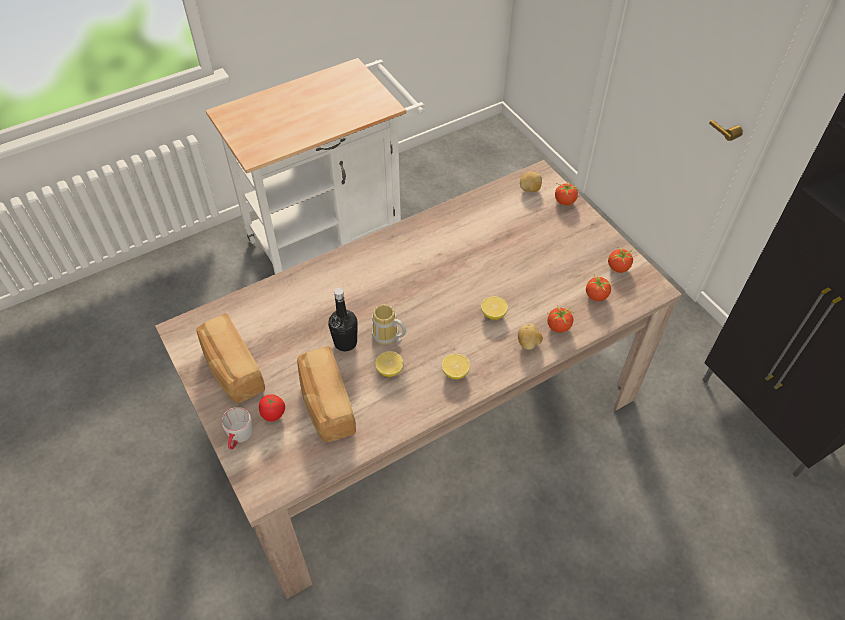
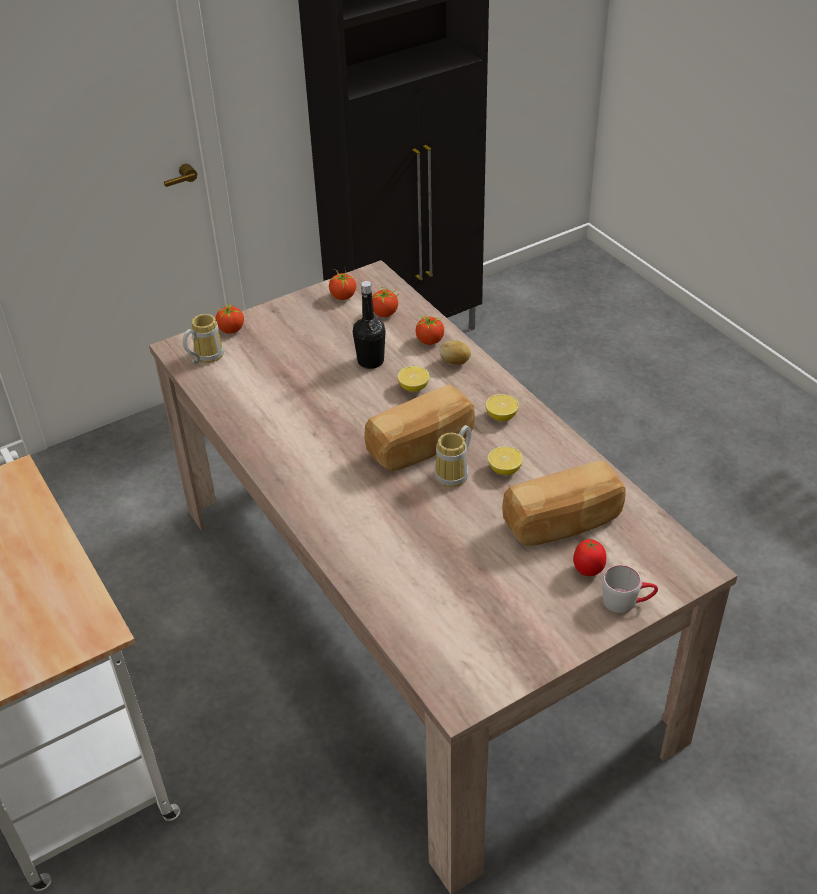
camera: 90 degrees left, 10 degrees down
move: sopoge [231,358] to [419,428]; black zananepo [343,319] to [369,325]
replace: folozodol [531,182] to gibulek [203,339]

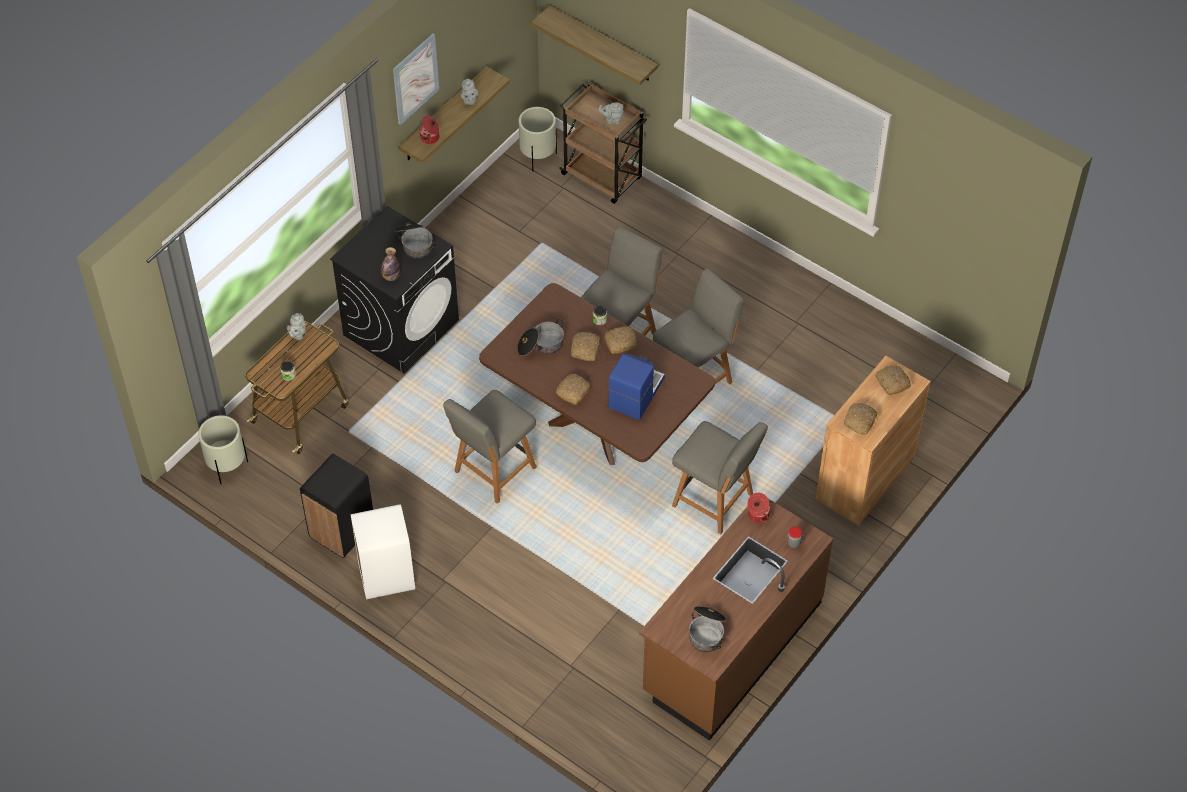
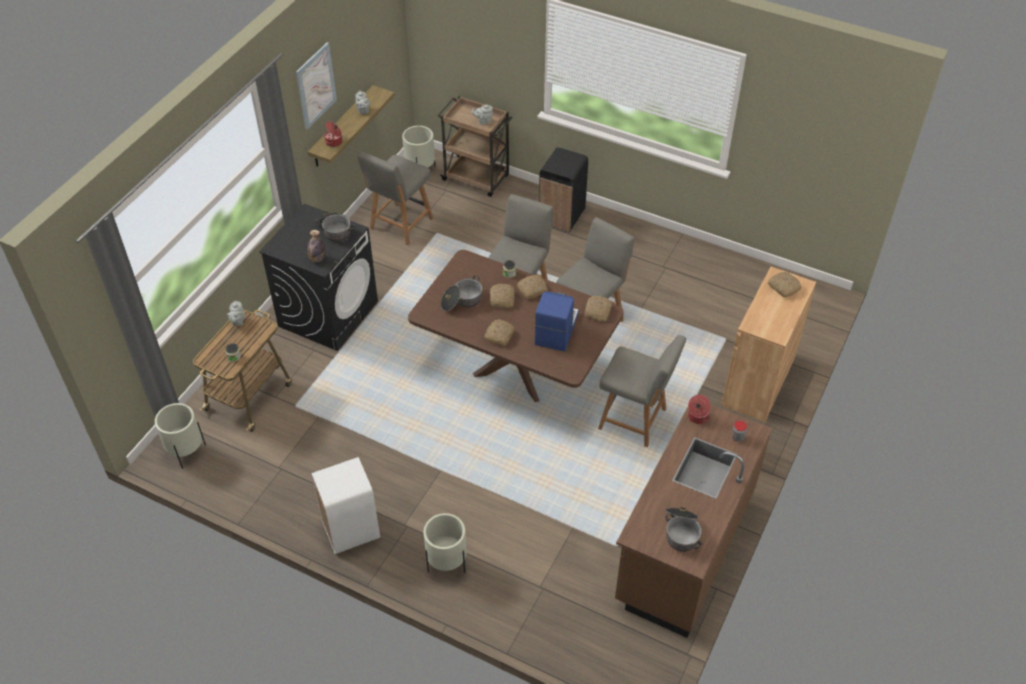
camera: 10 degrees left, 5 degrees down
delete: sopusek [594,45]
insert: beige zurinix [445,543]
move: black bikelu [336,506] to [563,189]; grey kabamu [490,447] to [396,198]; sopoge [860,419] to [598,309]

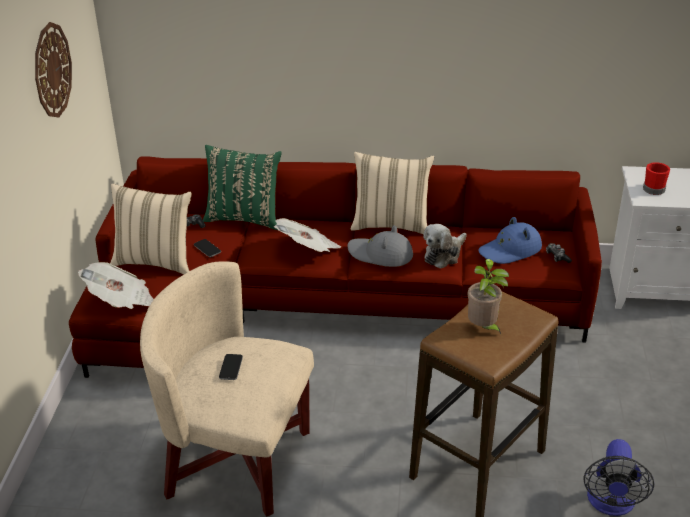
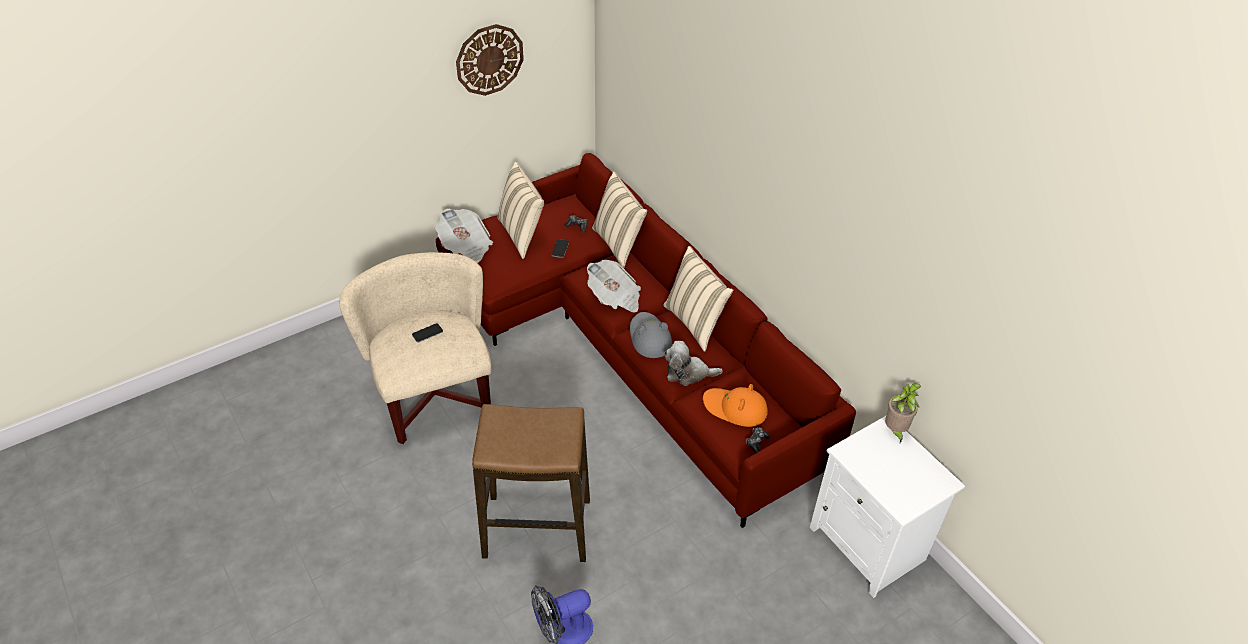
camera: 50 degrees right, 10 degrees up
delete: red gibulek [656,178]
move: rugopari [488,296] to [903,413]
recolor: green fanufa [242,187] to beige fanufa [619,220]; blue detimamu [510,240] to orange detimamu [735,405]

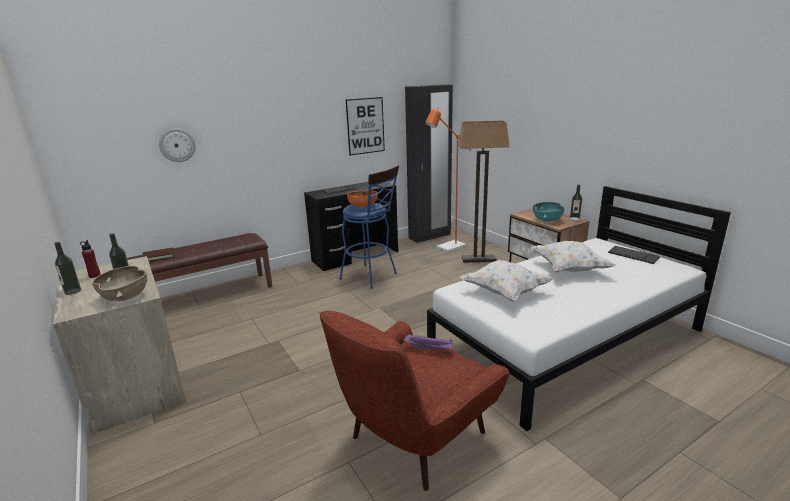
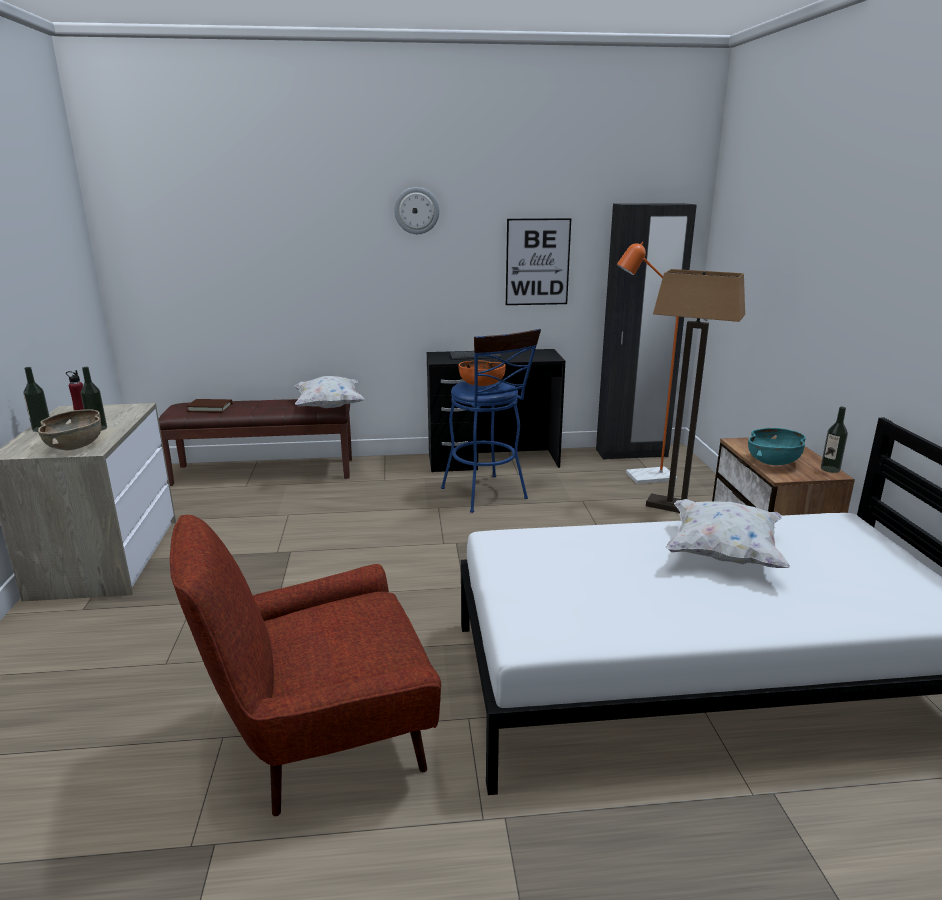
camera: 25 degrees right, 0 degrees up
delete: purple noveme [428,342]; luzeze [634,255]
move: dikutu [177,145] to [416,210]; white fanufa [507,280] to [329,392]

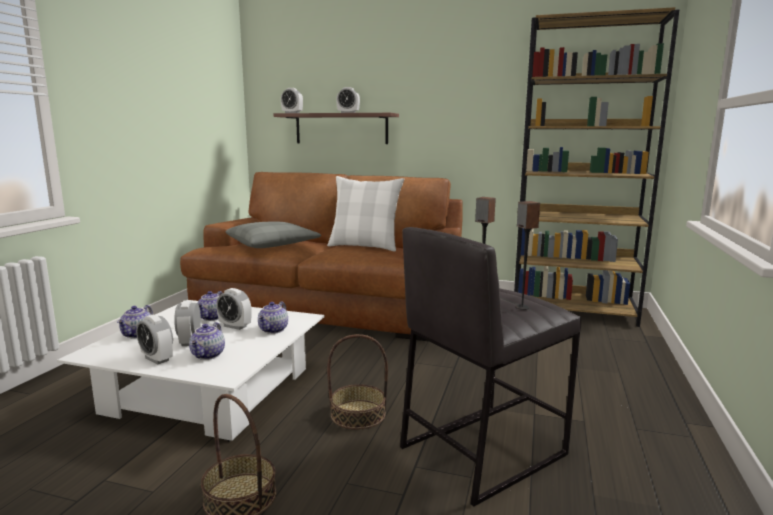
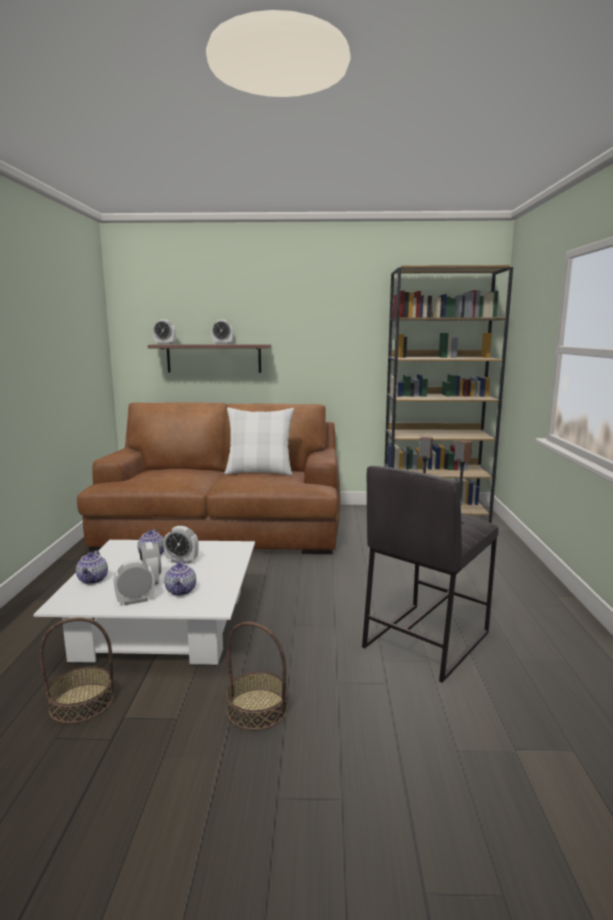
camera: 15 degrees left, 0 degrees up
delete: grey fanufa [273,234]; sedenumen [273,317]
move: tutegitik [357,382] to [77,670]
rotate: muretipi [154,339] = [134,582] 135 degrees clockwise

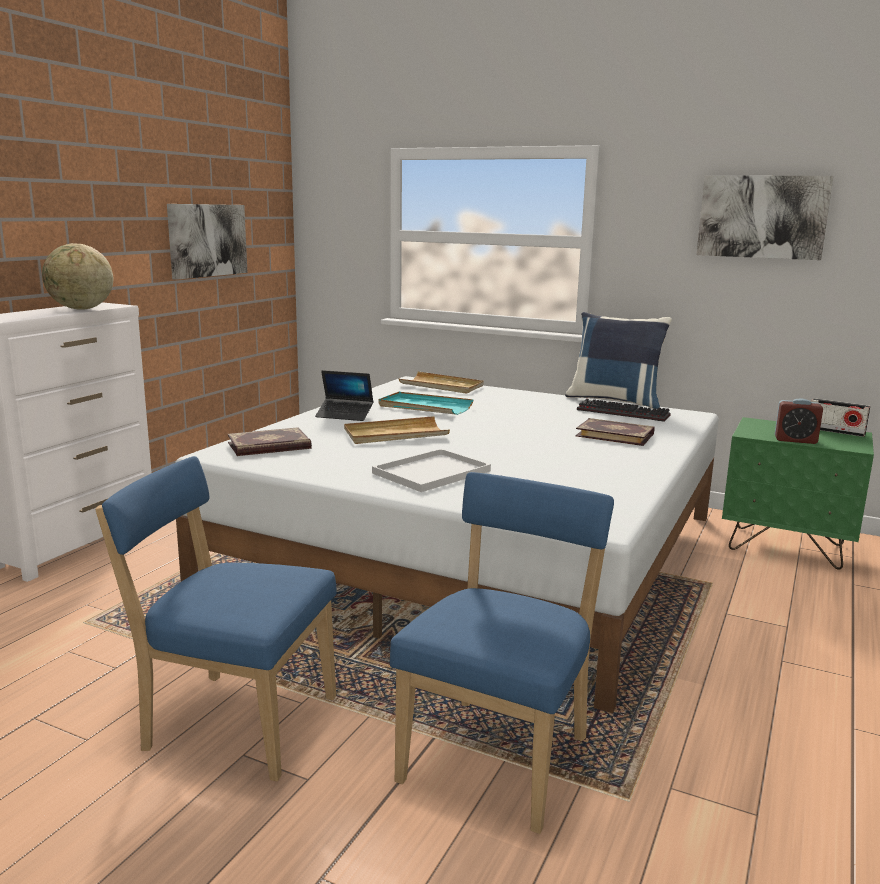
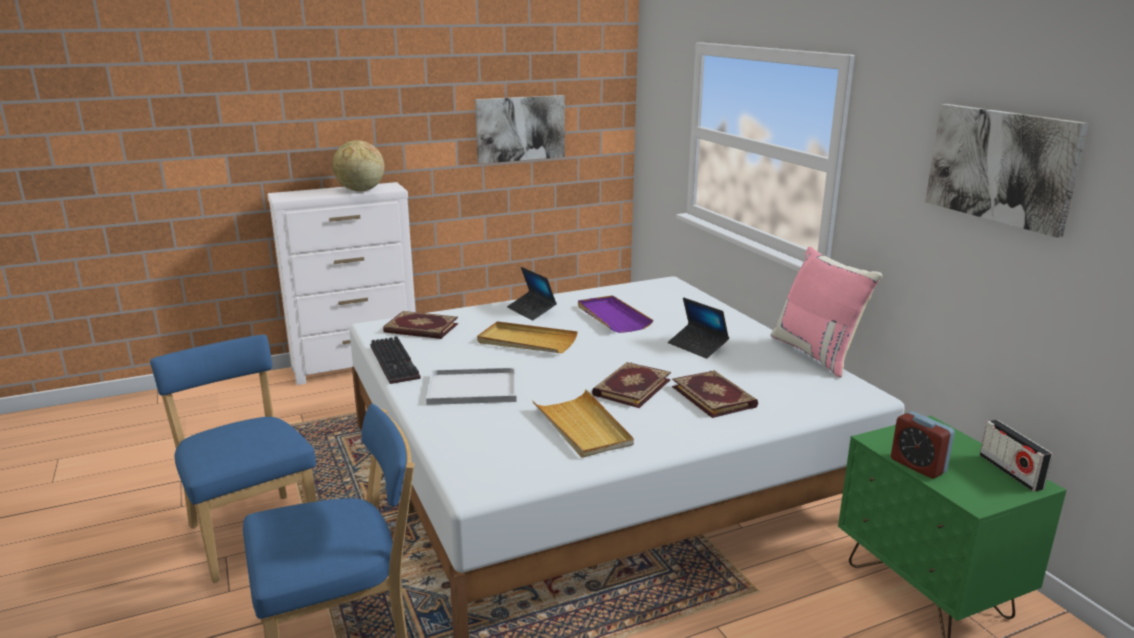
camera: 40 degrees right, 5 degrees up
insert: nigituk [631,385]; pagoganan [698,328]
move: beige noveme [441,383] to [583,423]; luzeze [624,410] to [395,360]
recolor: turquoise noveme [426,403] to purple noveme [615,314]; blue fanufa [618,360] to pink fanufa [826,311]

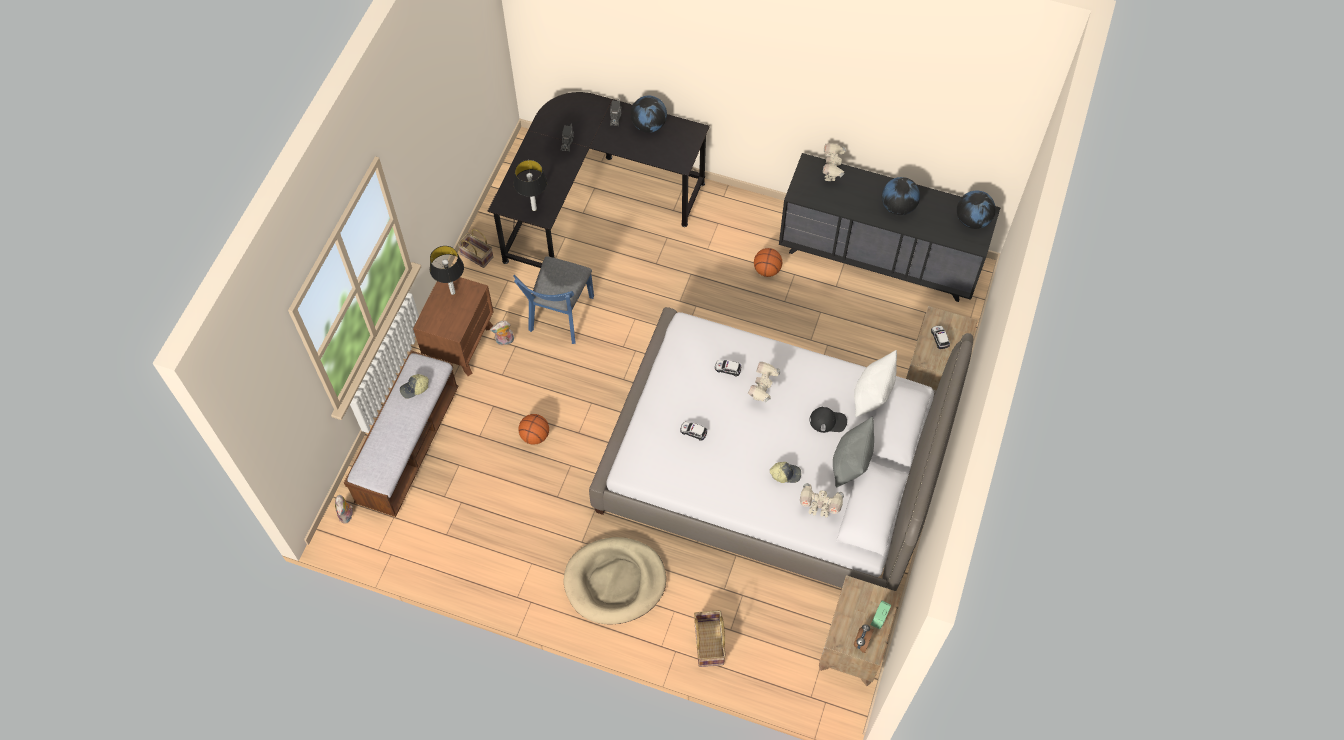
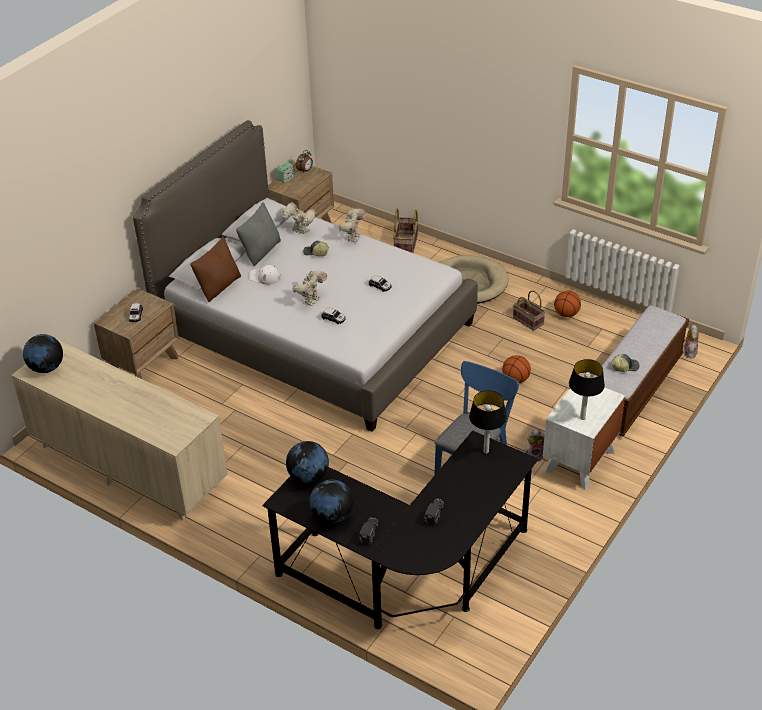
camera: 165 degrees left, 20 degrees down
move: tutegitik [475,248] to [529,310]; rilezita [768,262] to [567,304]; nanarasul [834,162] to [352,225]; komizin [901,196] to [307,462]
recolor: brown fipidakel [453,326] to white fipidakel [584,439]; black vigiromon [889,227] to beige vigiromon [119,430]; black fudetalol [828,420] to white fudetalol [265,275]; white fanufa [875,383] to brown fanufa [215,269]

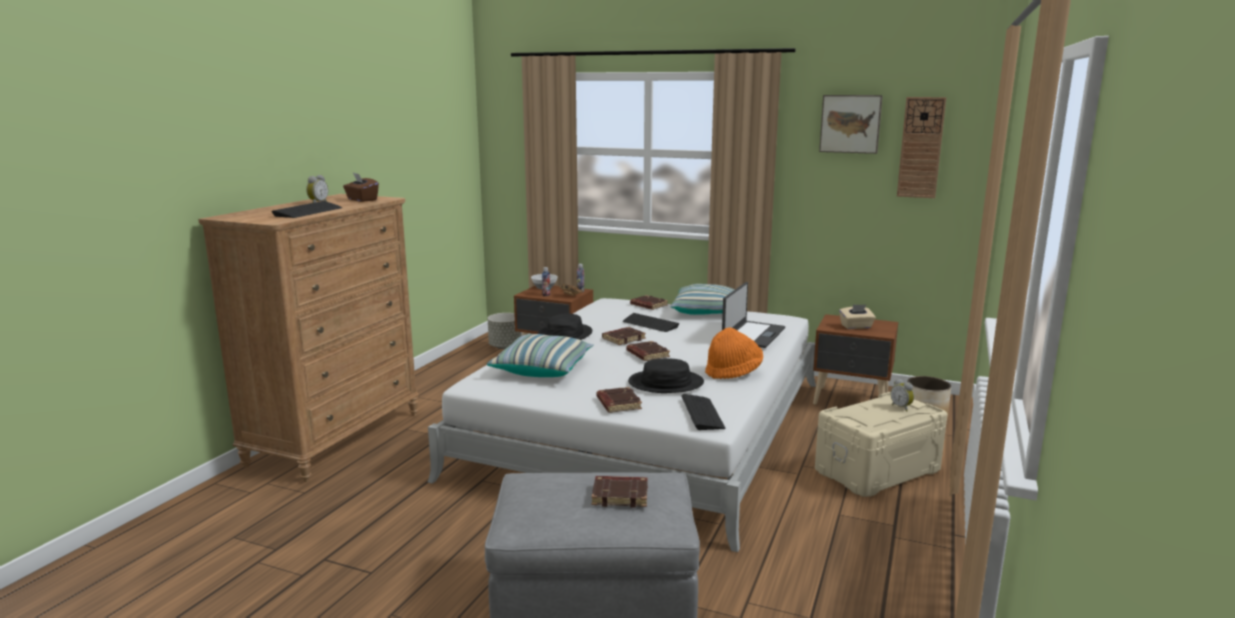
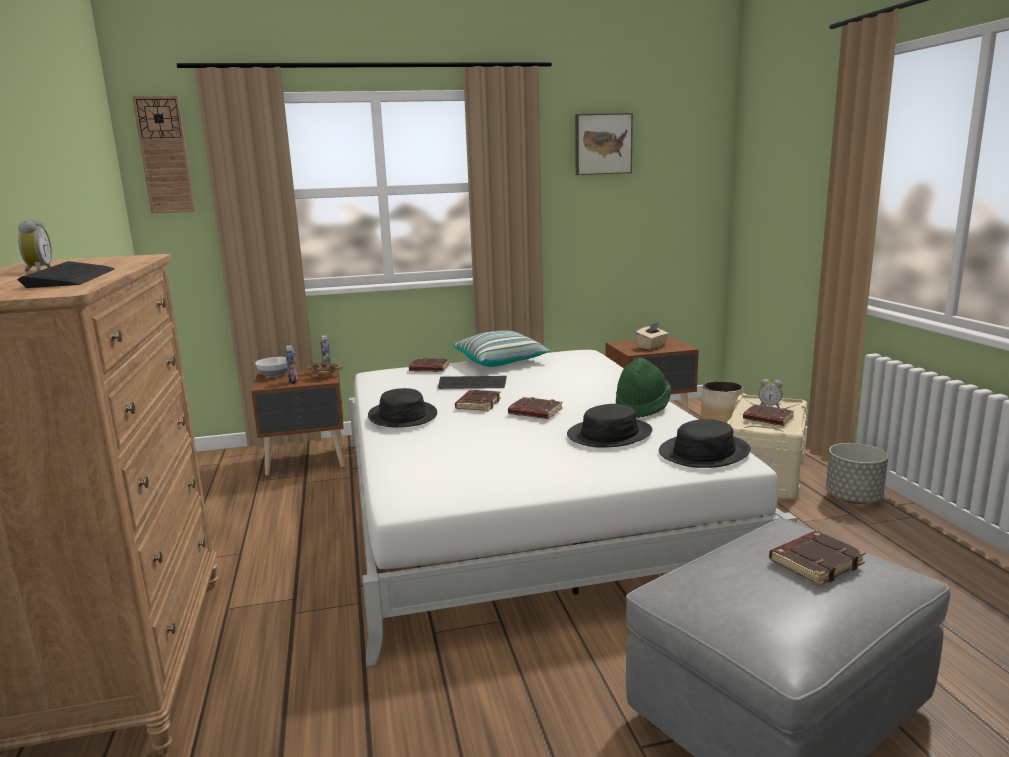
camera: 35 degrees left, 0 degrees up
delete: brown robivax [361,187]; fanufa [540,355]; pagoganan [753,315]
move: grey zurinix [504,331] to [857,473]; brown nigituk [619,400] to [768,415]; dikutu [921,147] to [164,155]
replace: luzeze [703,412] to black detimamu [705,443]
recolor: orange detimamu [734,353] to green detimamu [643,387]

